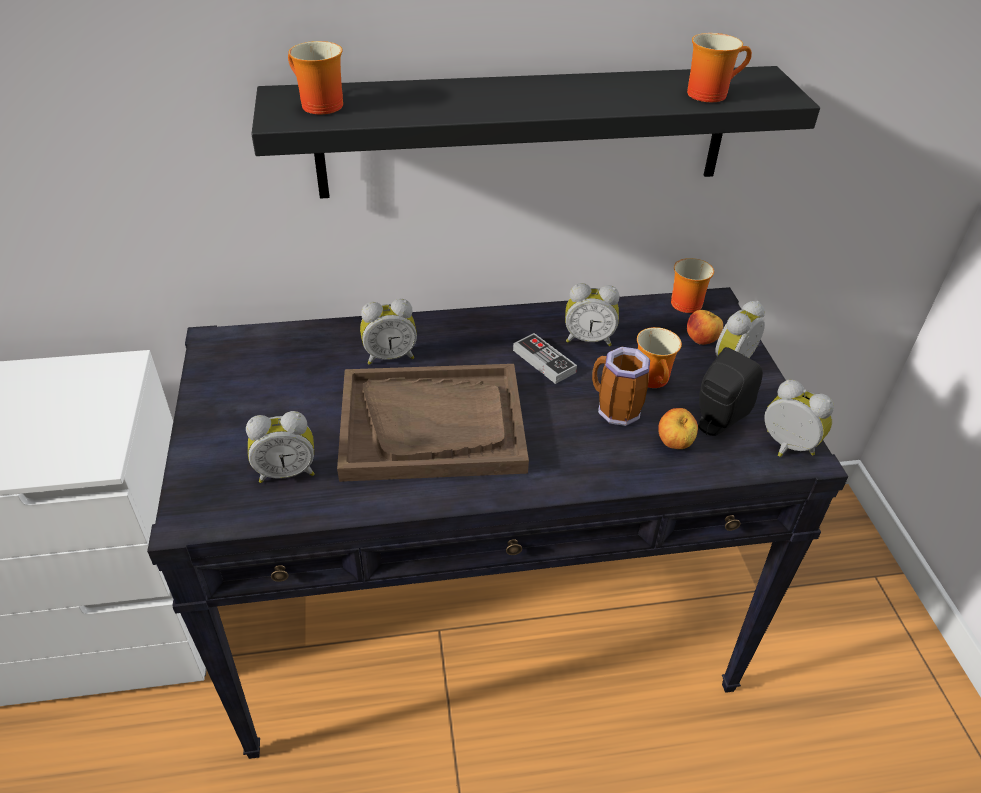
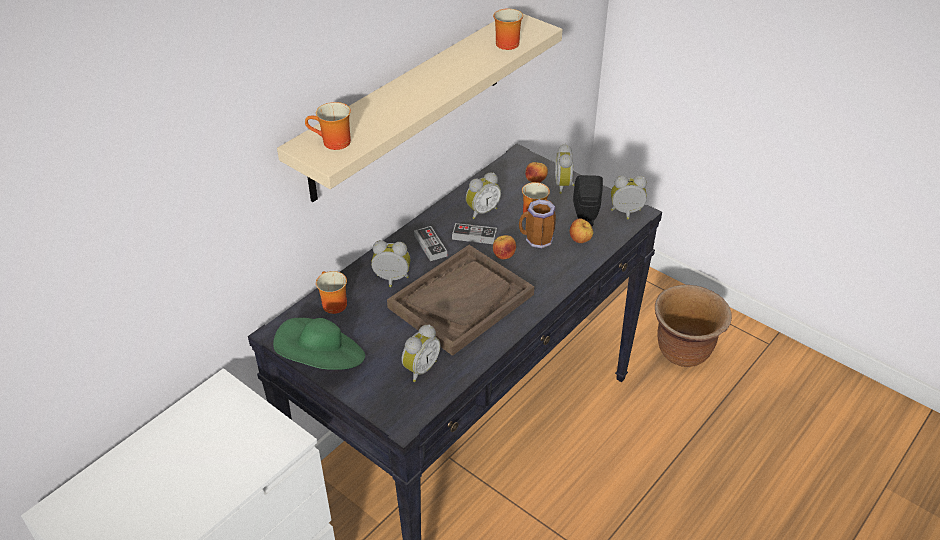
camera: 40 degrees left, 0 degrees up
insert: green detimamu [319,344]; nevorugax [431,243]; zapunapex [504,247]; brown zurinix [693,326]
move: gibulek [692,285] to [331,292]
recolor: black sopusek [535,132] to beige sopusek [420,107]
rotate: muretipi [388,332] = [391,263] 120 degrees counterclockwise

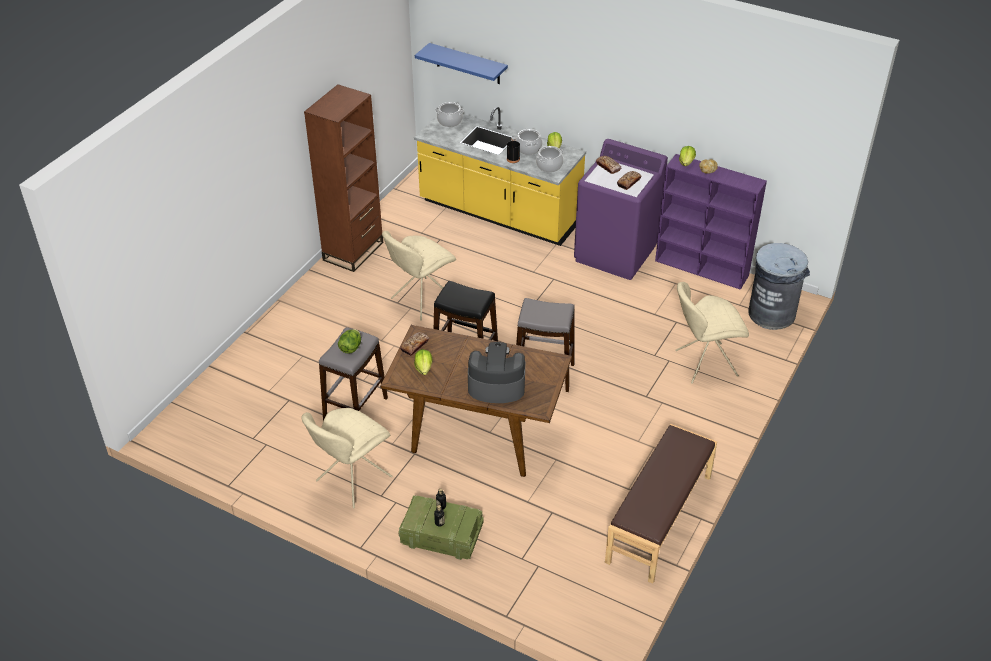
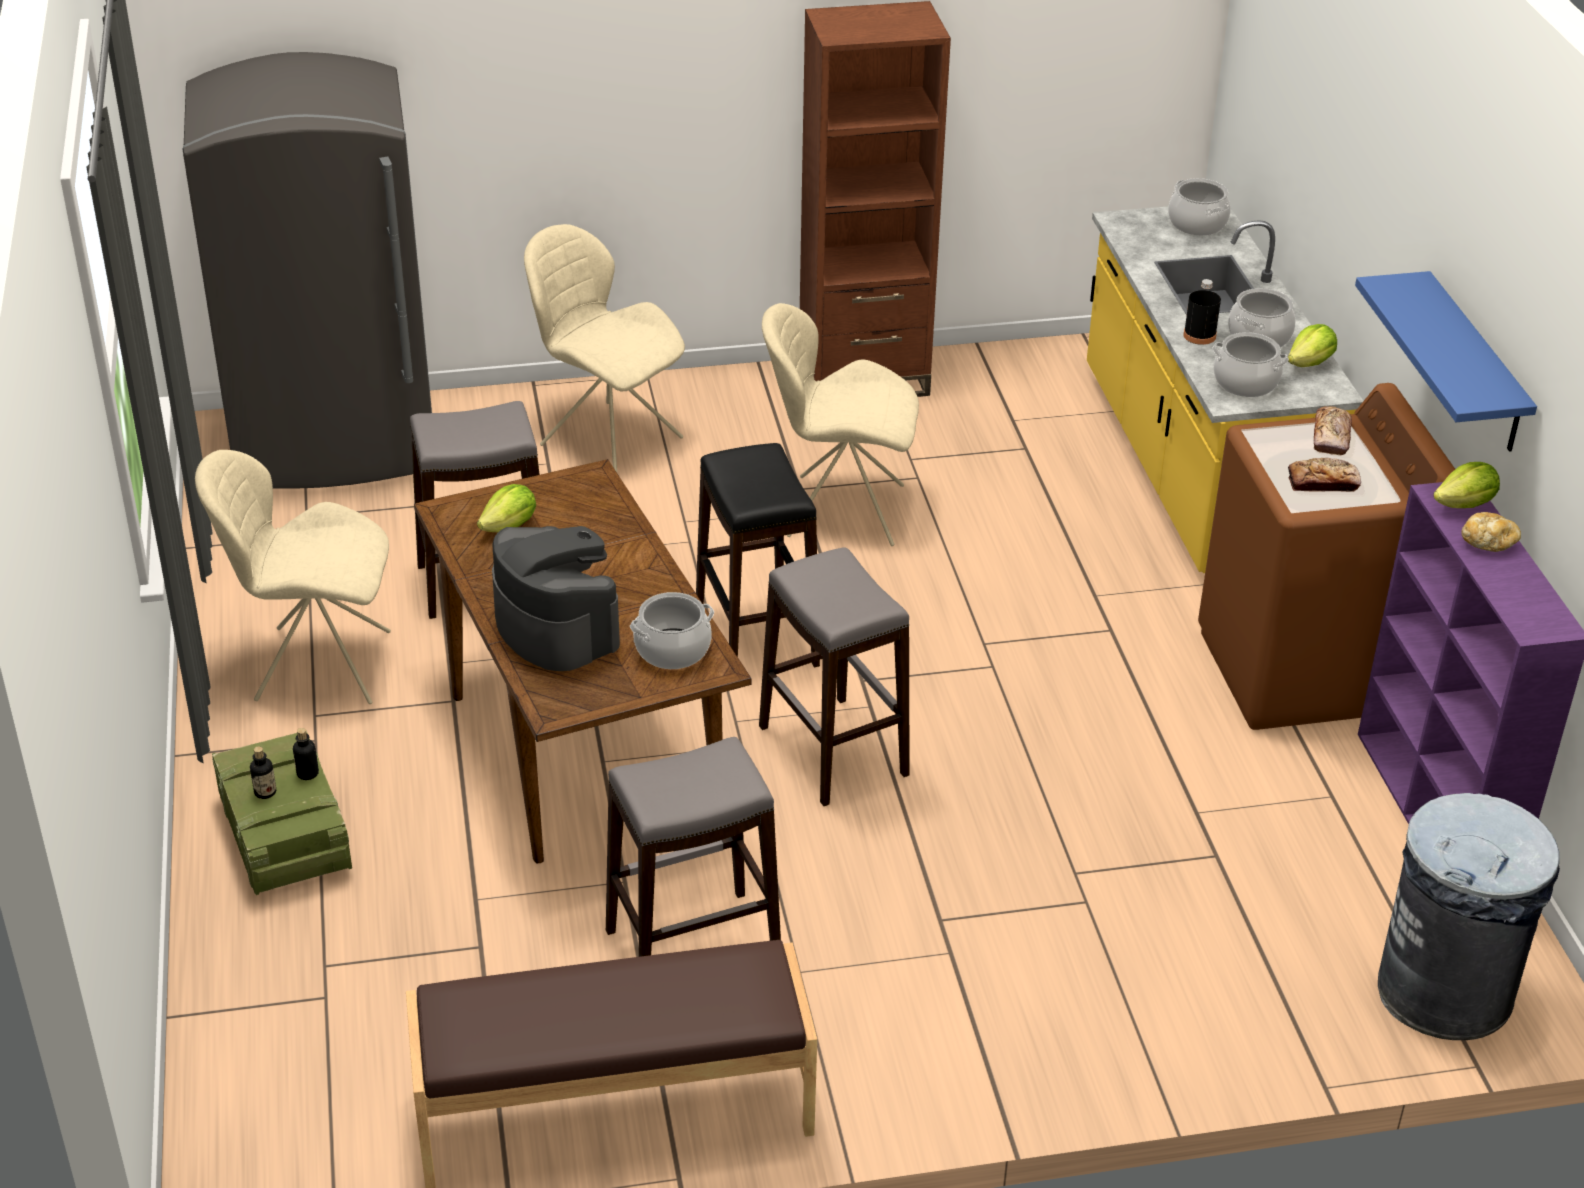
camera: 50 degrees right, 5 degrees down
delete: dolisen [349,341]; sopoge [414,344]
insert: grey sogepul [307,270]; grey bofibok [693,847]; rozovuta [672,630]
move: blue sopusek [461,63] to [1446,361]; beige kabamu [712,333] to [604,348]
recolor: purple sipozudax [621,209] to brown sipozudax [1326,556]

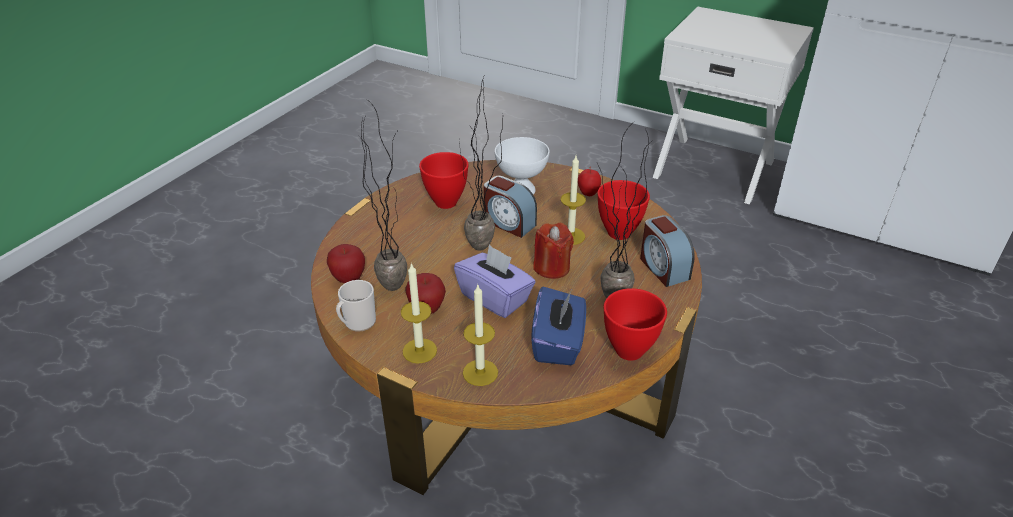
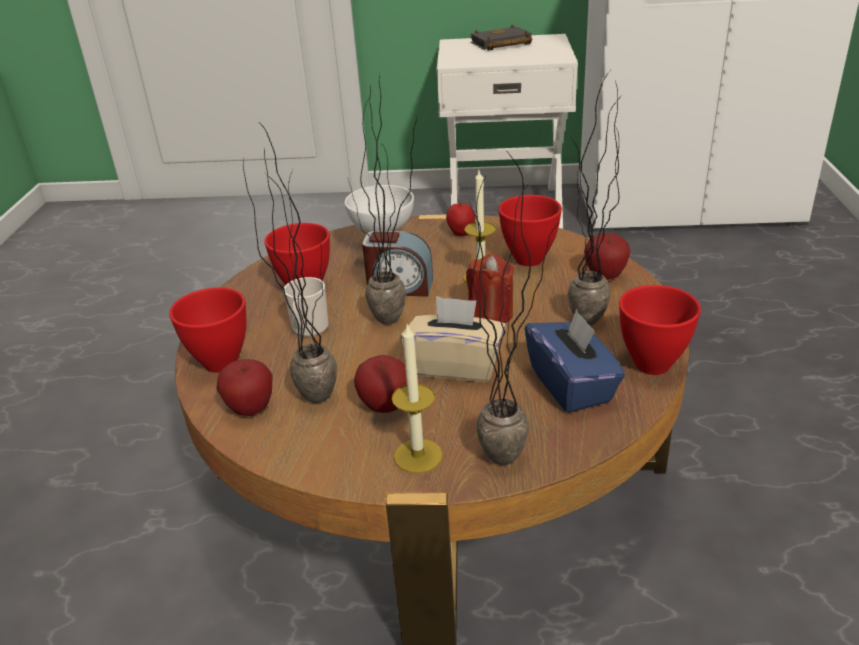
camera: 25 degrees left, 5 degrees down
insert: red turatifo [207,330]; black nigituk [502,37]
move: gibulek [356,306] to [306,307]
replace: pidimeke [480,335] to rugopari [514,309]; muretipi [667,251] to zapunapex [607,256]
recolor: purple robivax [495,281] to beige robivax [453,339]

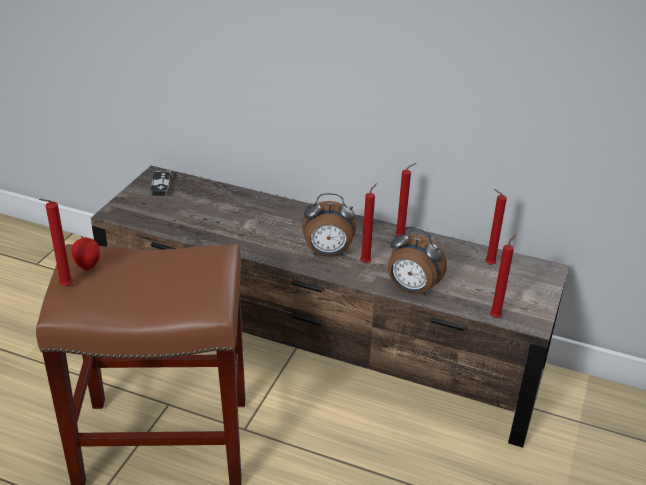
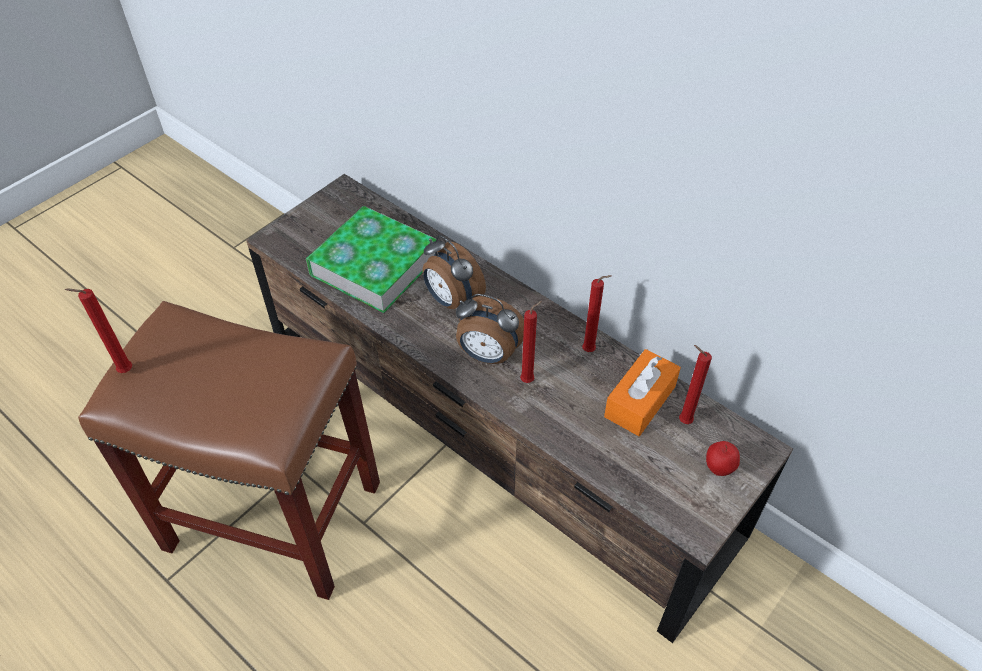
camera: 20 degrees right, 15 degrees up
delete: nevorugax [160,183]; red pidimeke [503,276]
insert: nigituk [371,259]; orange robivax [642,392]
move: zapunapex [85,253] to [723,458]; muretipi [417,261] to [454,272]

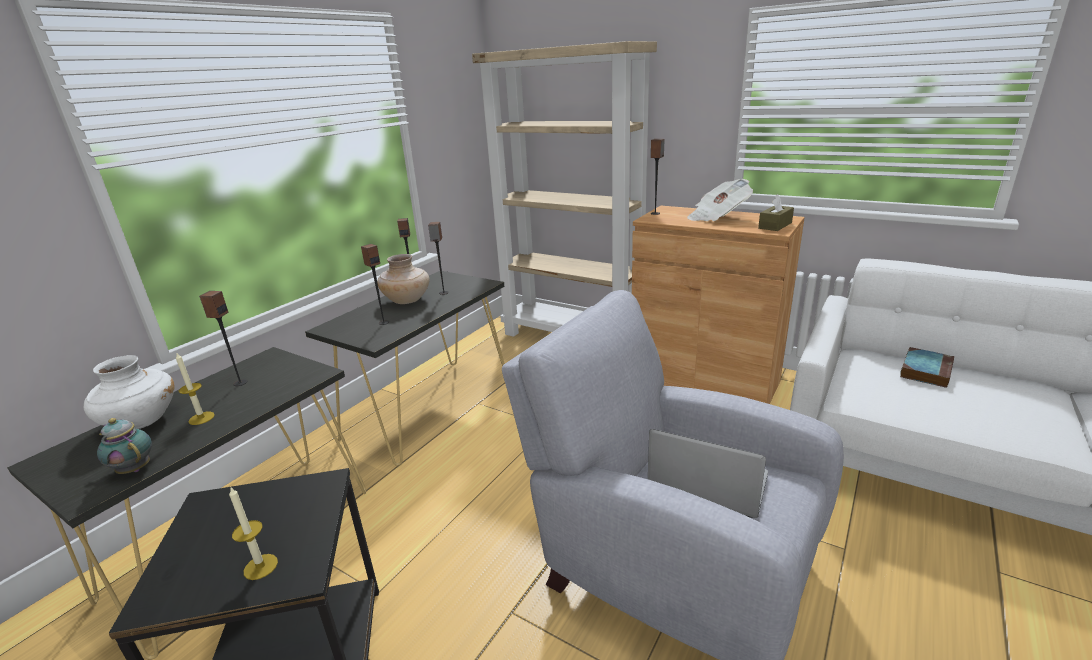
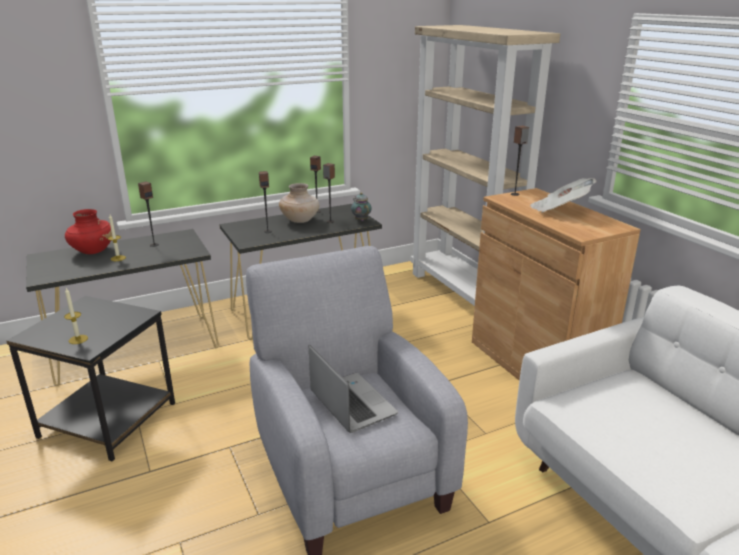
camera: 30 degrees right, 0 degrees up
delete: brown robivax [776,212]; nigituk [927,367]
move: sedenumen [124,446] to [361,206]
recolor: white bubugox [129,392] to red bubugox [88,231]

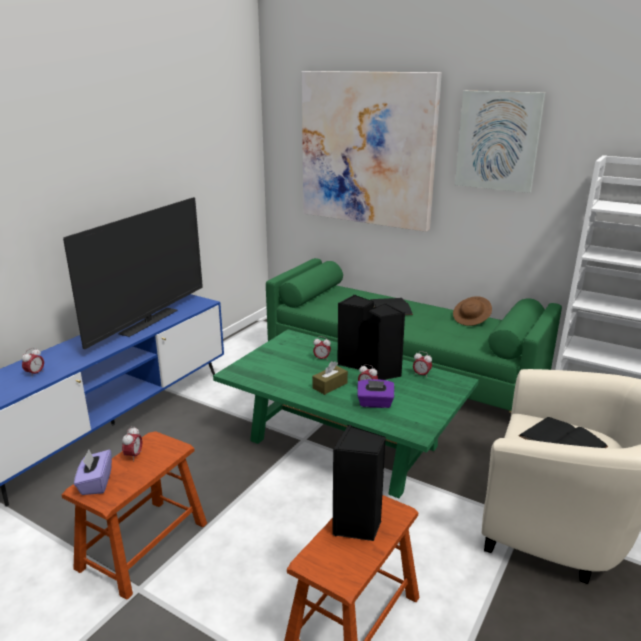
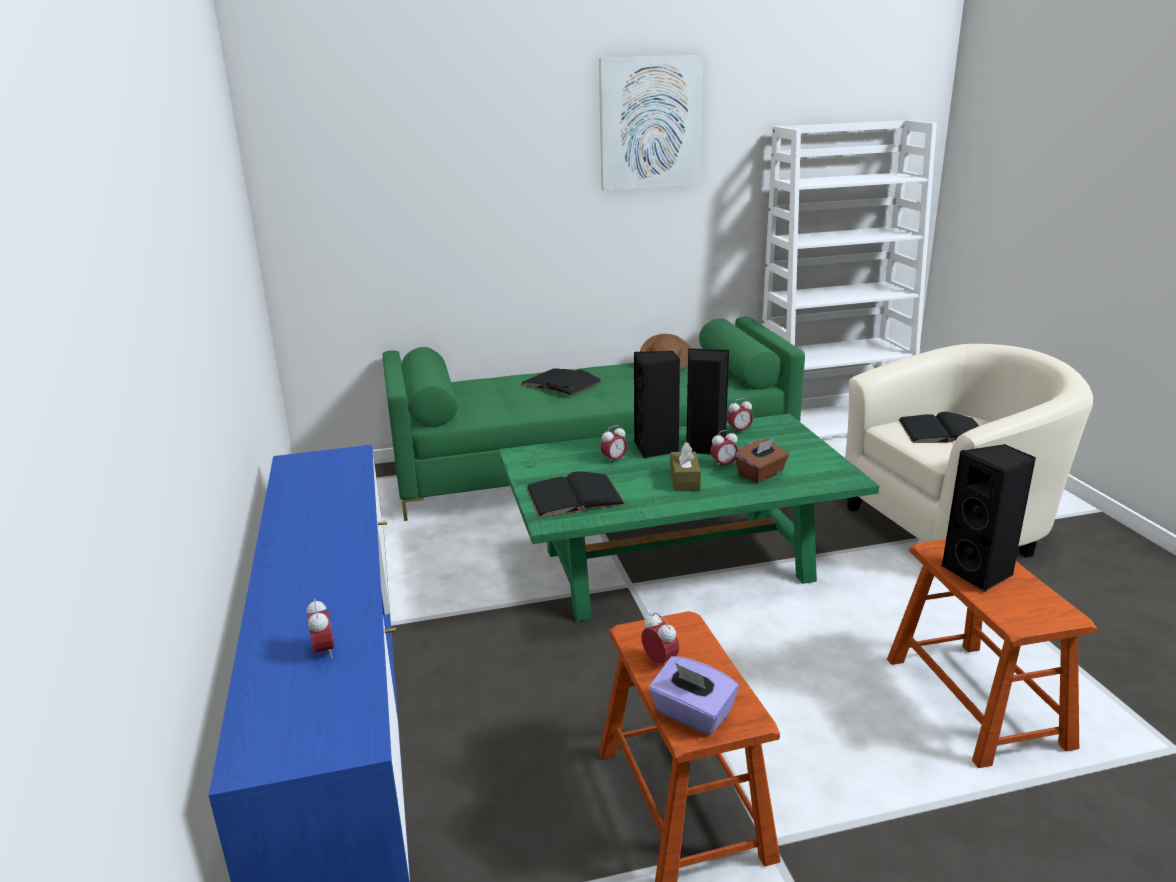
camera: 45 degrees left, 0 degrees up
delete: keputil [133,273]; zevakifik [372,151]
insert: black nigituk [576,494]
recolor: purple robivax [375,393] to brown robivax [762,460]

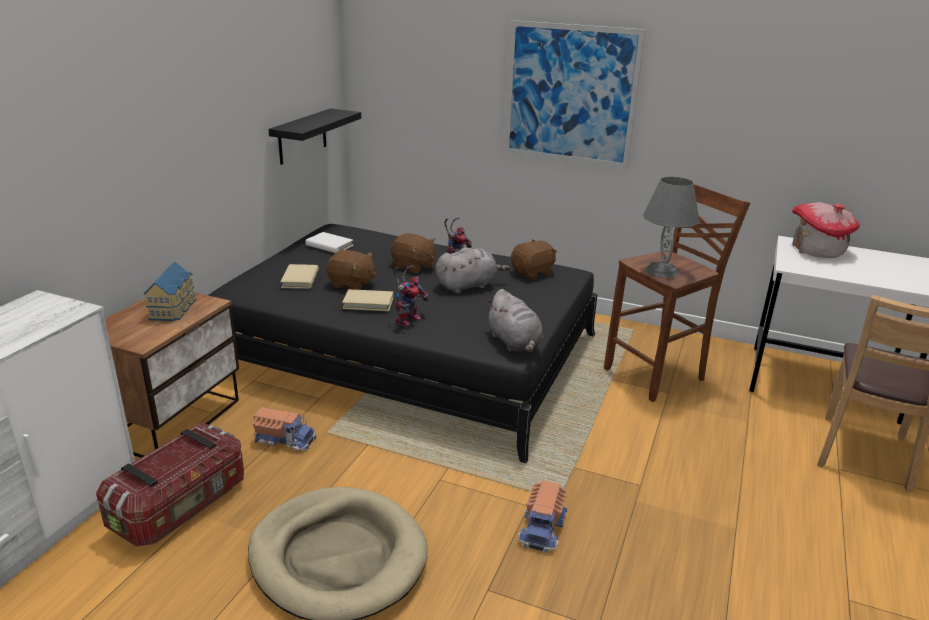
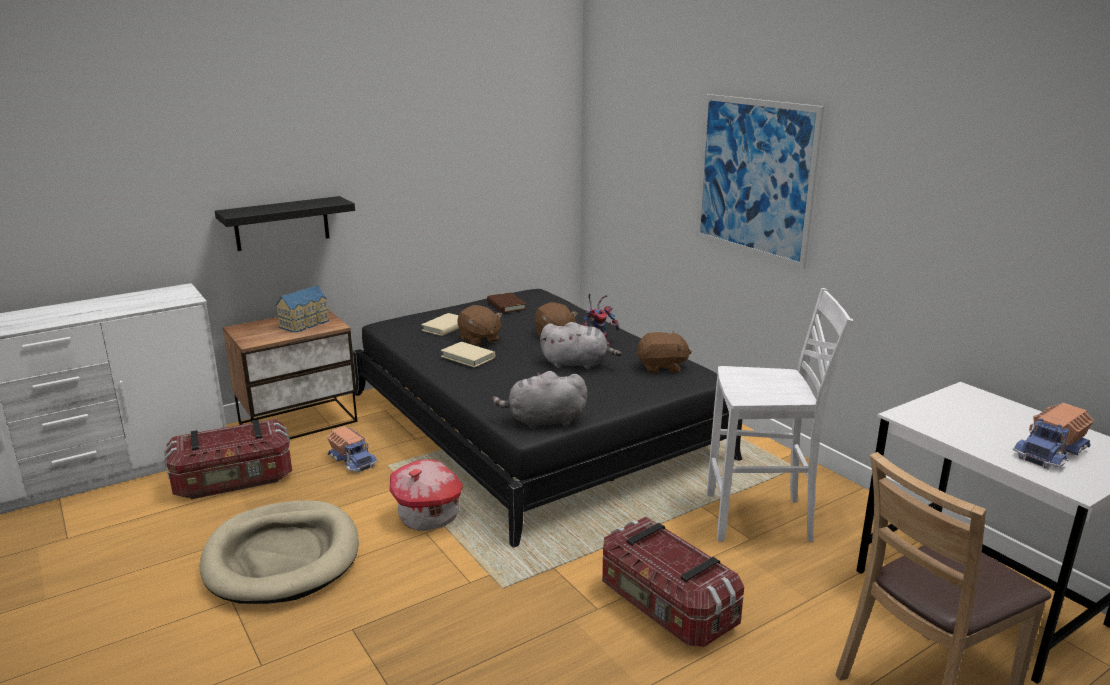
camera: 35 degrees right, 5 degrees down
delete: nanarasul [411,296]; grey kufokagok [671,227]
insert: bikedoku [673,582]
move: black sopusek [315,136] to [285,223]; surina [542,516] to [1053,436]; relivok [826,230] to [426,495]
recolor: white nigituk [330,242] to brown nigituk [506,302]; brown bofibok [677,293] to white bofibok [780,415]
rotate: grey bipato [514,320] = [540,400] 75 degrees clockwise

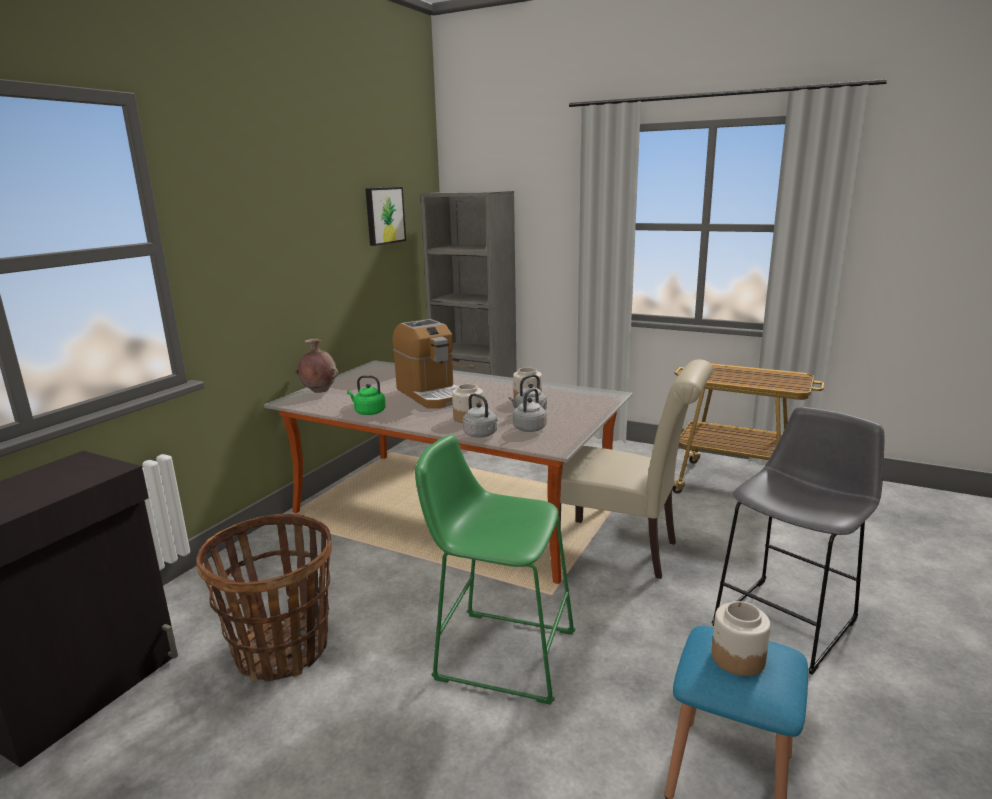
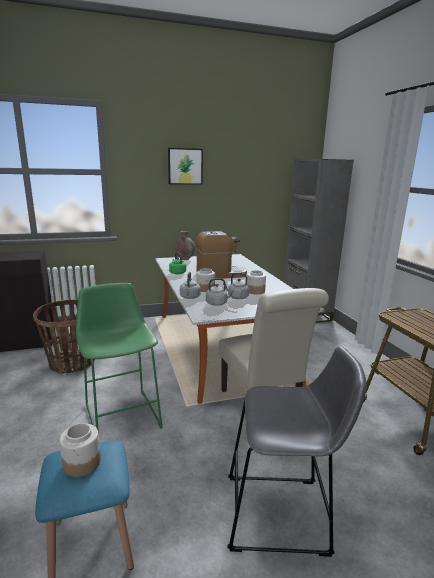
camera: 45 degrees right, 0 degrees up
move: zevakifik [385,216] to [185,166]
rotate: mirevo [425,364] = [221,255] 120 degrees counterclockwise

